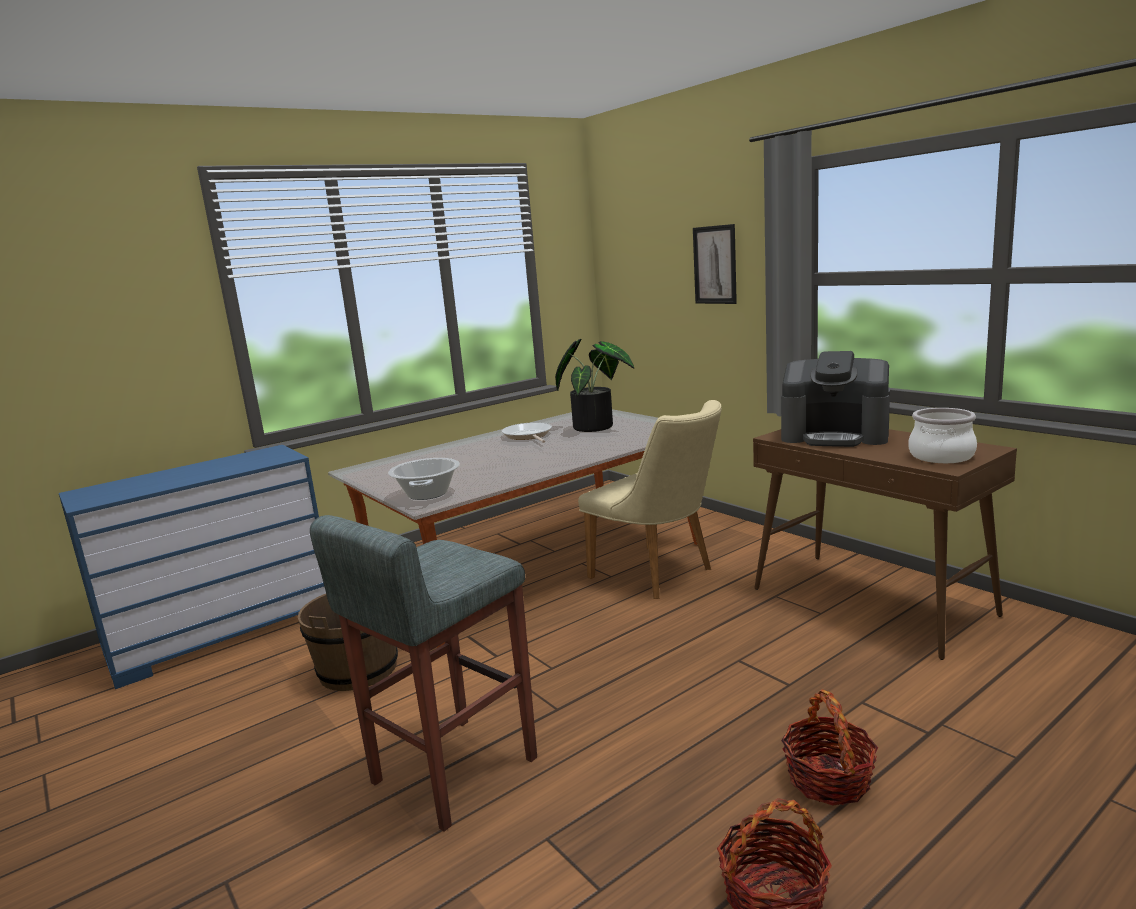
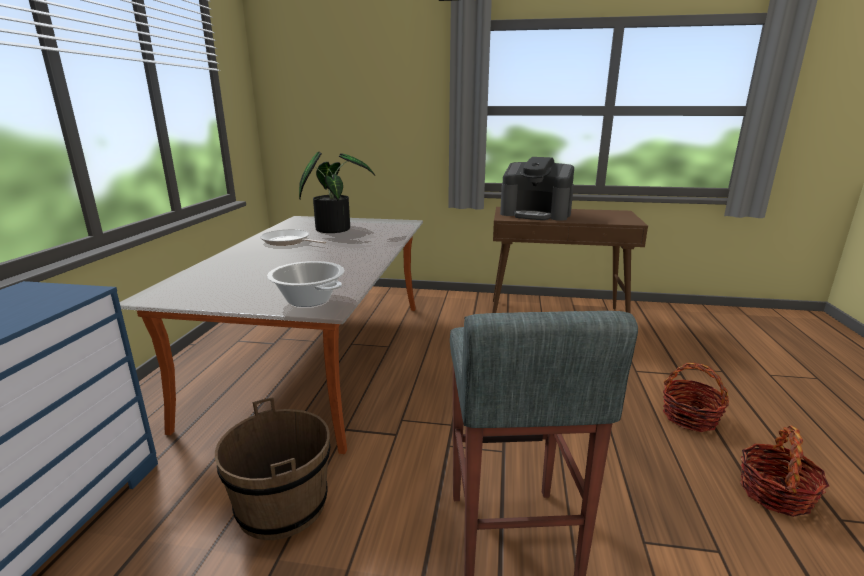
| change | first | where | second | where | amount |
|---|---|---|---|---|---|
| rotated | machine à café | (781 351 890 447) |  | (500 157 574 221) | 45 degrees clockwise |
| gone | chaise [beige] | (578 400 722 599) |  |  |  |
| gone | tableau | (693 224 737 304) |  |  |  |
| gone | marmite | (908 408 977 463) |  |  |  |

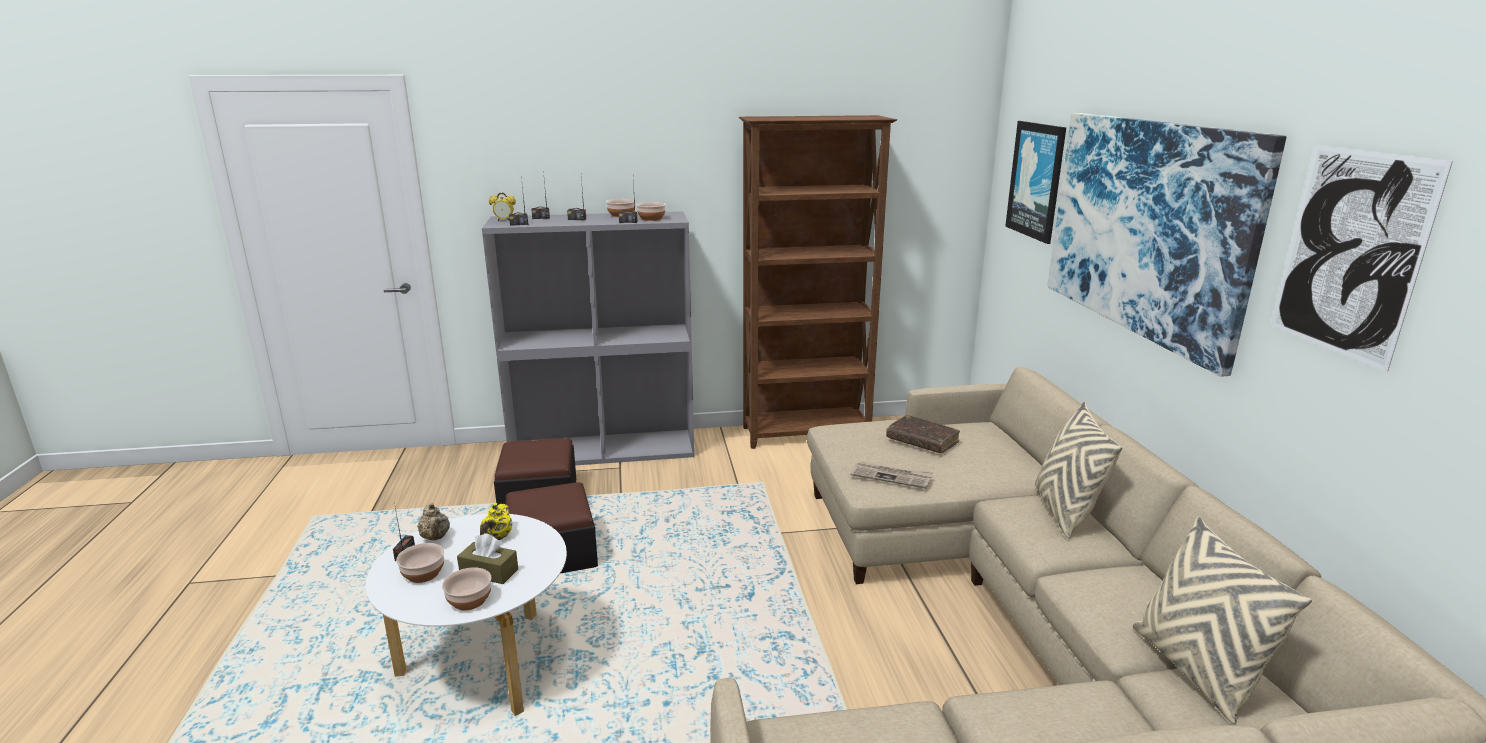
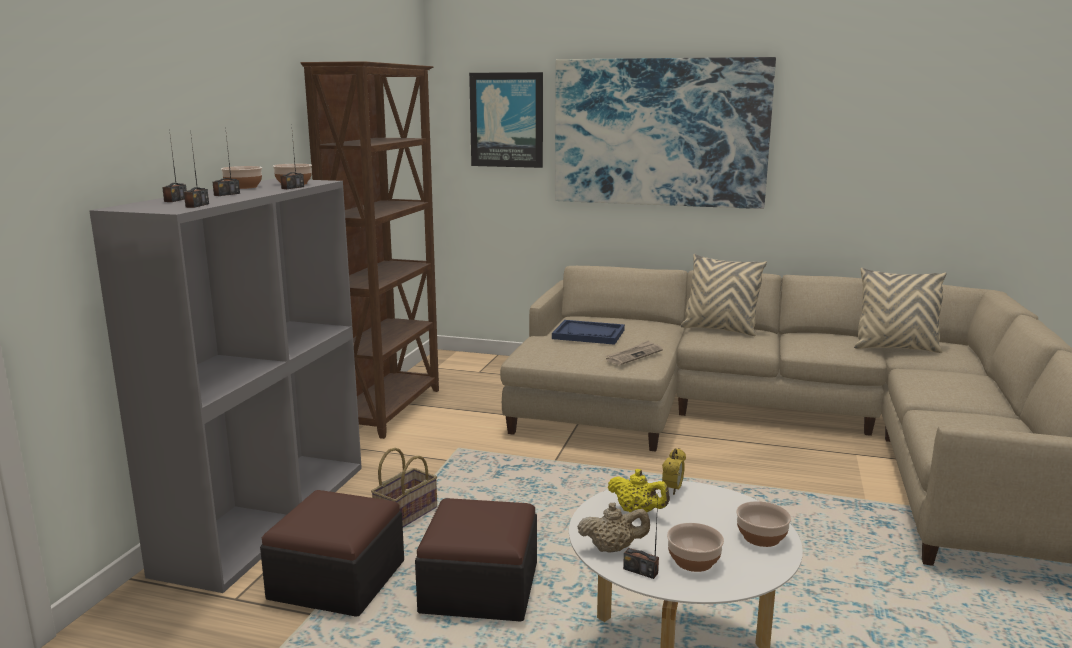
| change | first | where | second | where | amount |
|---|---|---|---|---|---|
| new |  |  | panier | (371 448 437 527) |  |
| swapped | livre [marron] | (886 415 960 453) | plateau [bleu] | (552 320 625 345) |  |
| shifted | réveil | (489 193 516 221) |  | (662 448 686 495) |  |
| gone | boîte à mouchoirs [marron] | (457 533 518 584) |  |  |  |
| gone | tableau | (1271 145 1453 372) |  |  |  |

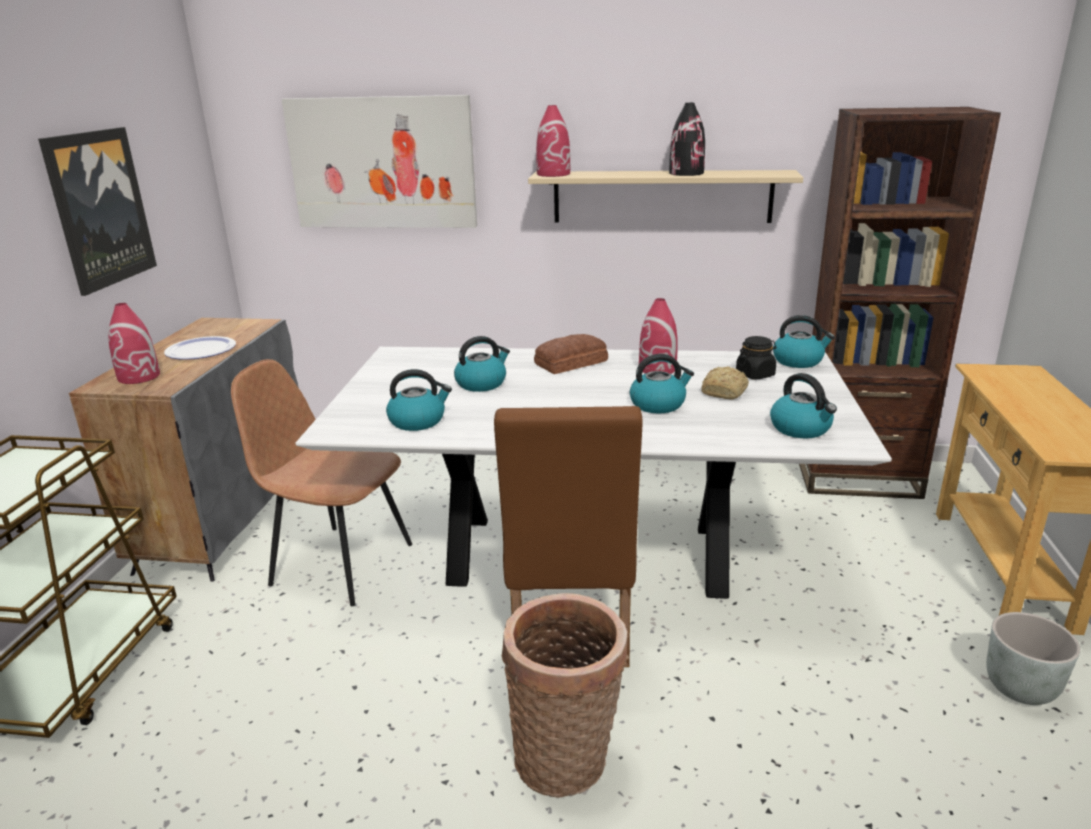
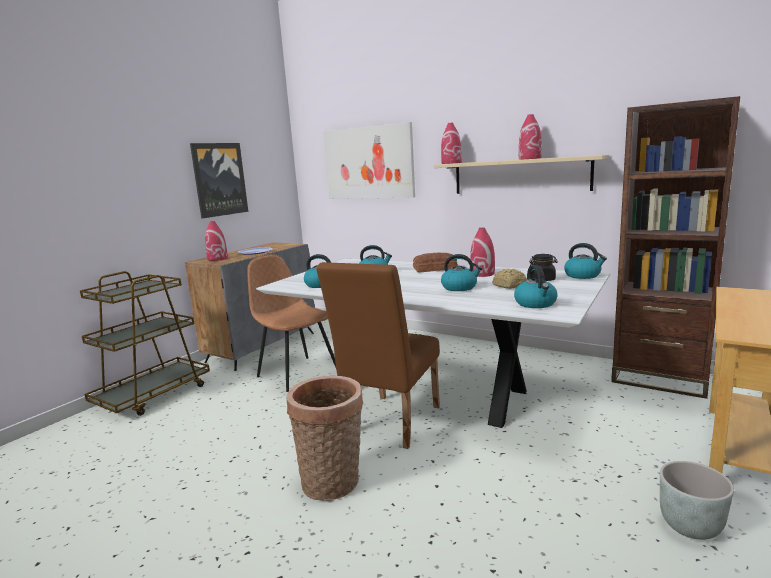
| change | first | where | second | where | amount |
|---|---|---|---|---|---|
| repainted | vase [noir] | (669 103 705 176) | vase [rouge] | (519 114 542 160) |  |

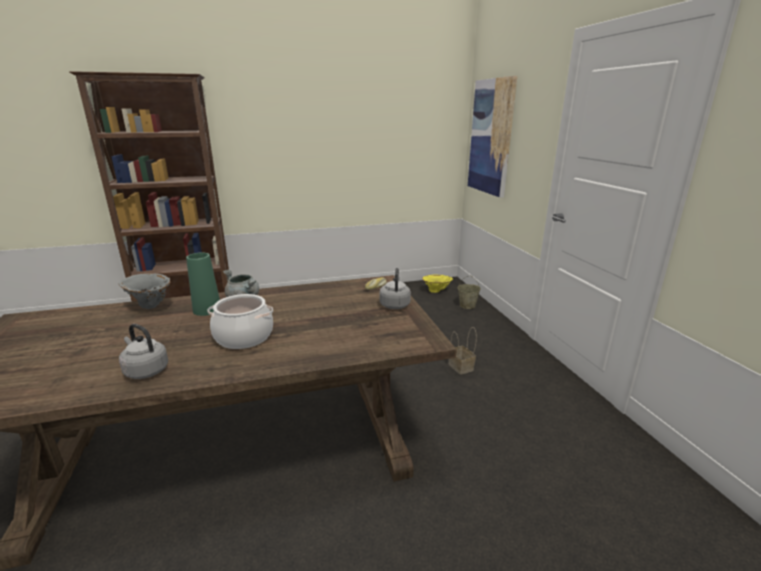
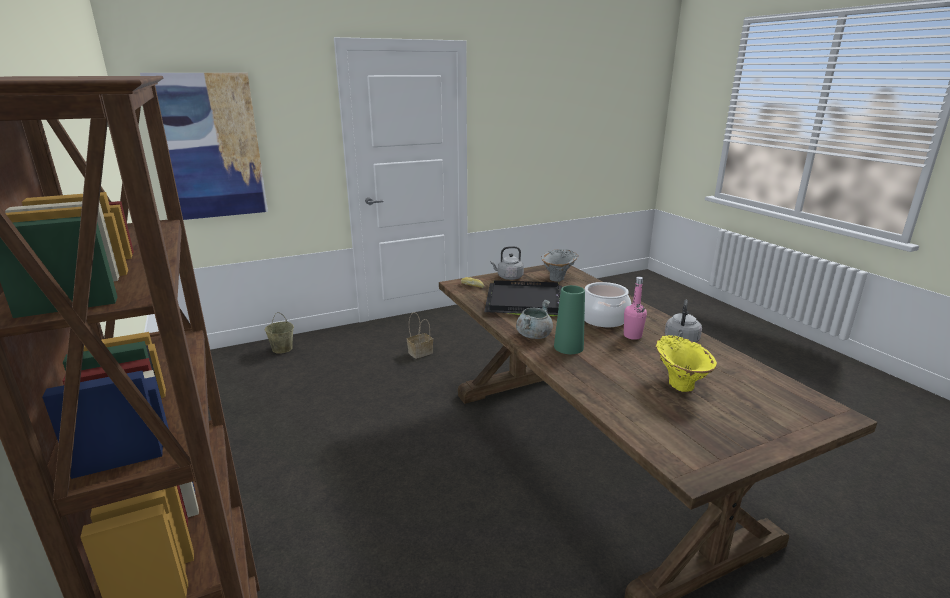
| change | first | where | second | where | amount |
|---|---|---|---|---|---|
| new |  |  | plateau [noir] | (484 280 562 316) |  |
| shifted | vase [gris] | (118 273 171 309) |  | (541 249 579 282) |  |
| new |  |  | bouteille [rose] | (624 277 647 340) |  |
| shifted | vase [jaune] | (422 275 453 293) |  | (656 335 717 392) |  |

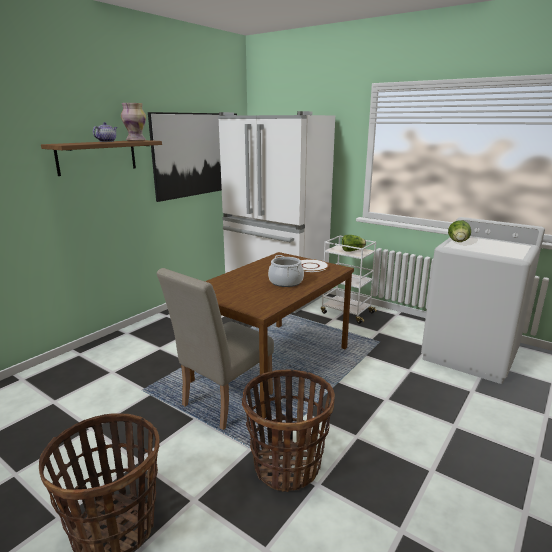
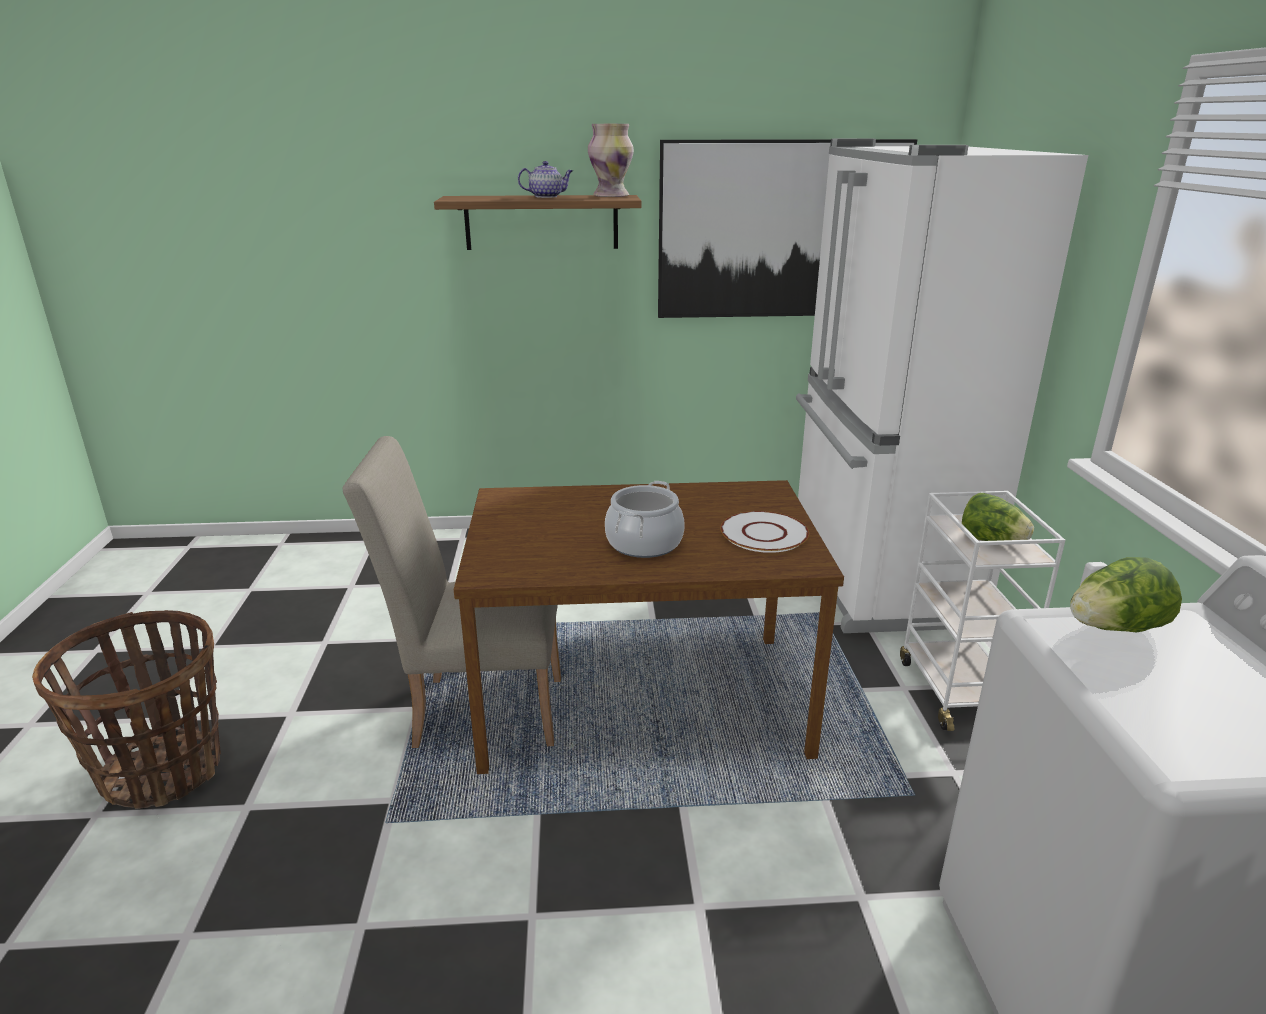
| change | first | where | second | where | amount |
|---|---|---|---|---|---|
| gone | panier | (242 369 335 492) |  |  |  |

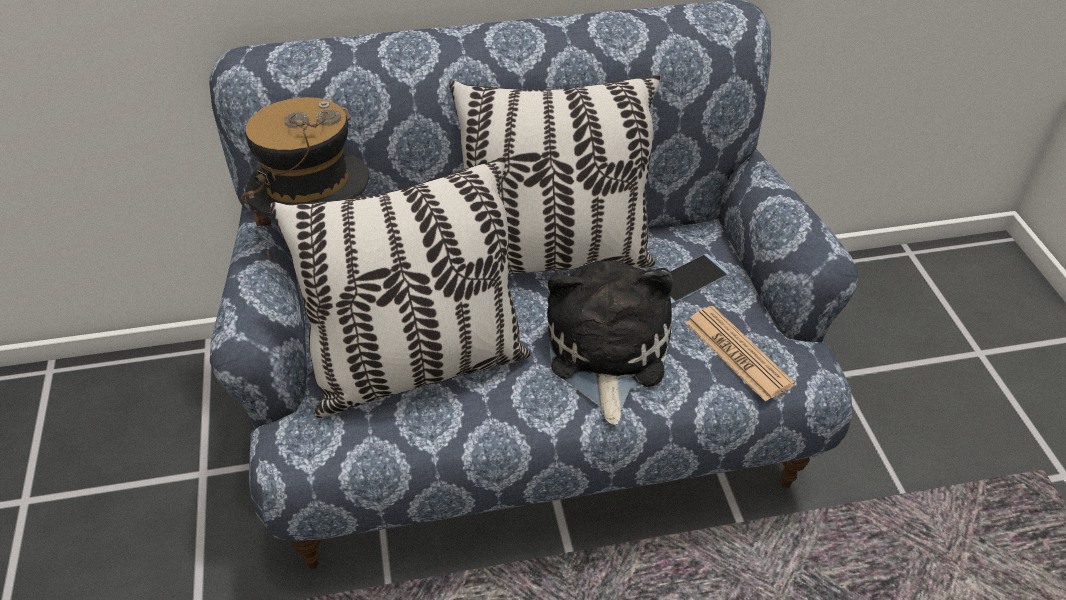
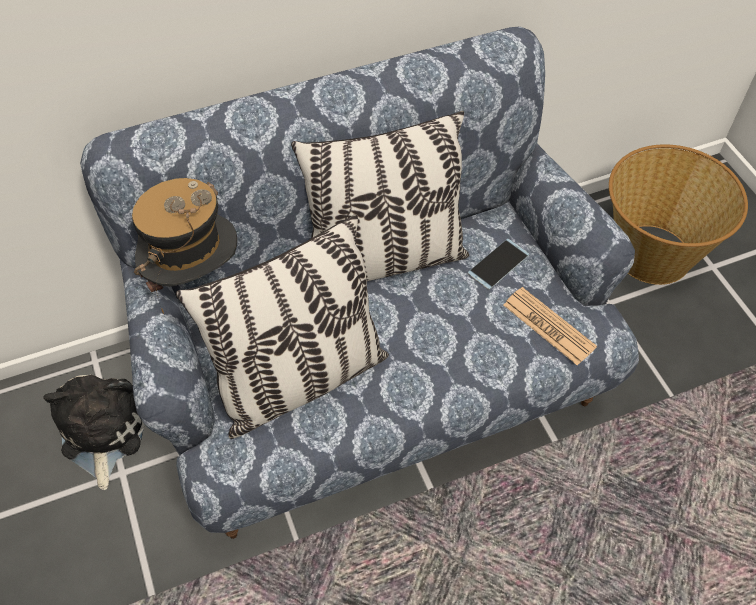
| change | first | where | second | where | amount |
|---|---|---|---|---|---|
| shifted | peluche | (547 260 673 425) |  | (43 375 145 490) |  |
| new |  |  | panier | (609 144 748 285) |  |

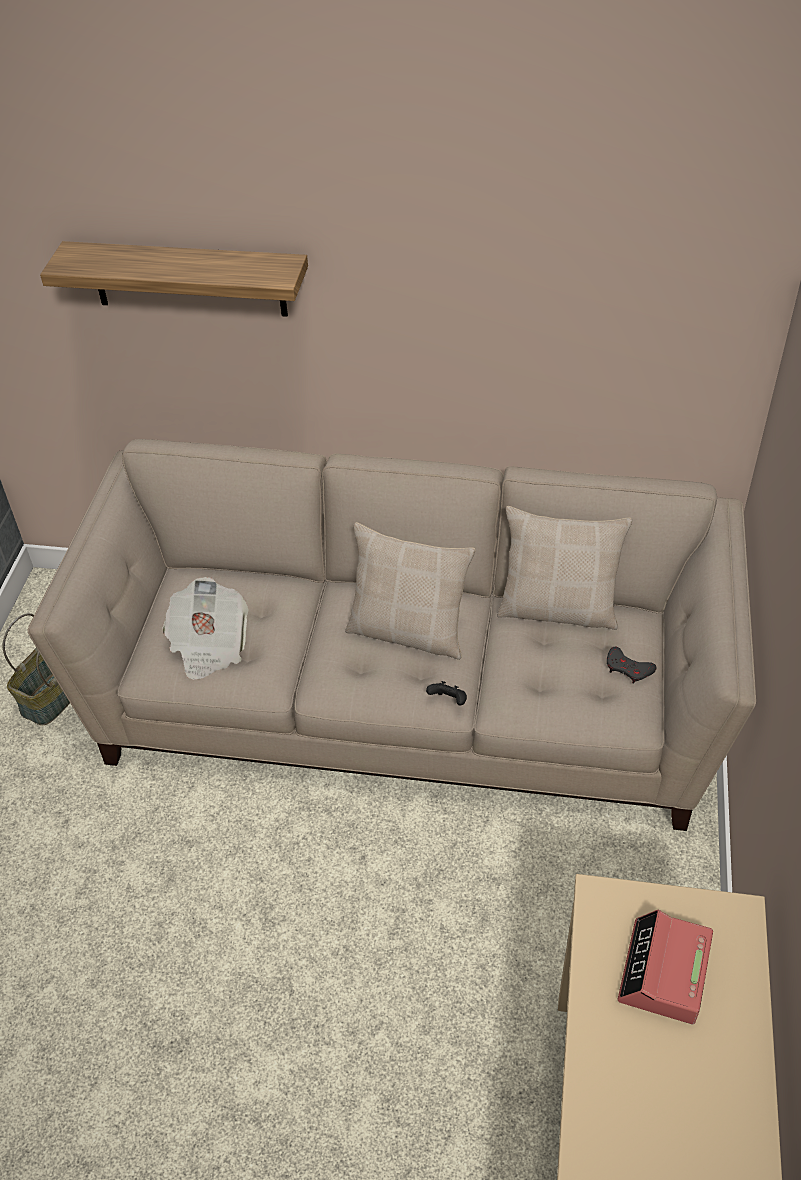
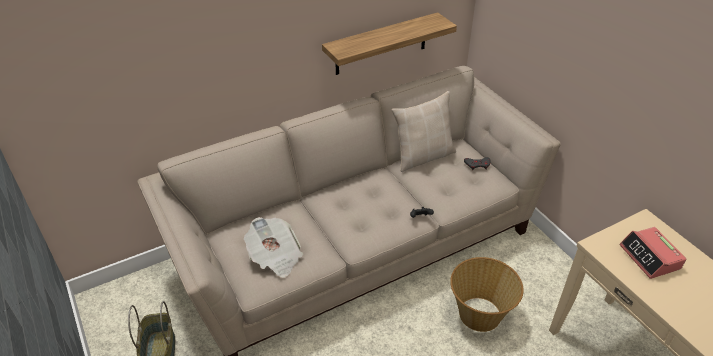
| change | first | where | second | where | amount |
|---|---|---|---|---|---|
| shifted | étagère | (40 241 308 317) |  | (322 12 457 75) |  |
| new |  |  | panier | (450 257 524 332) |  |
| gone | coussin [beige] | (345 522 476 660) |  |  |  |

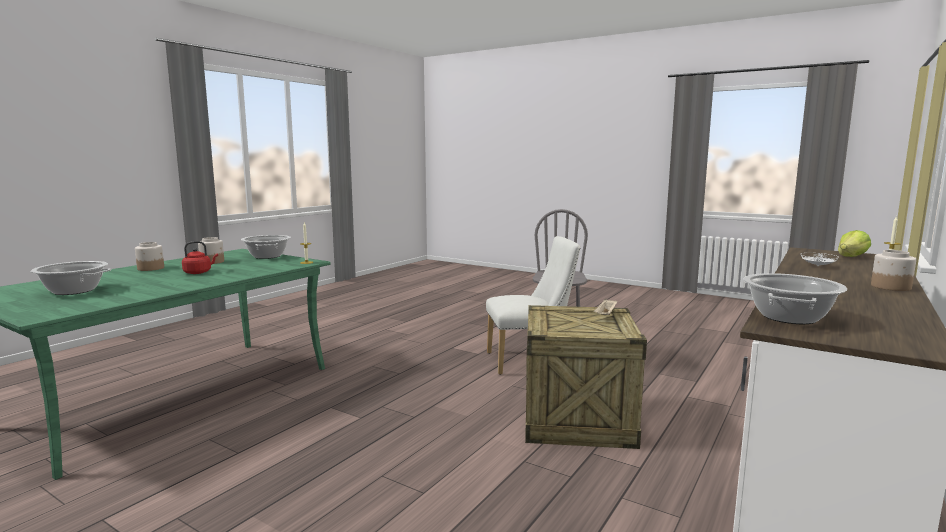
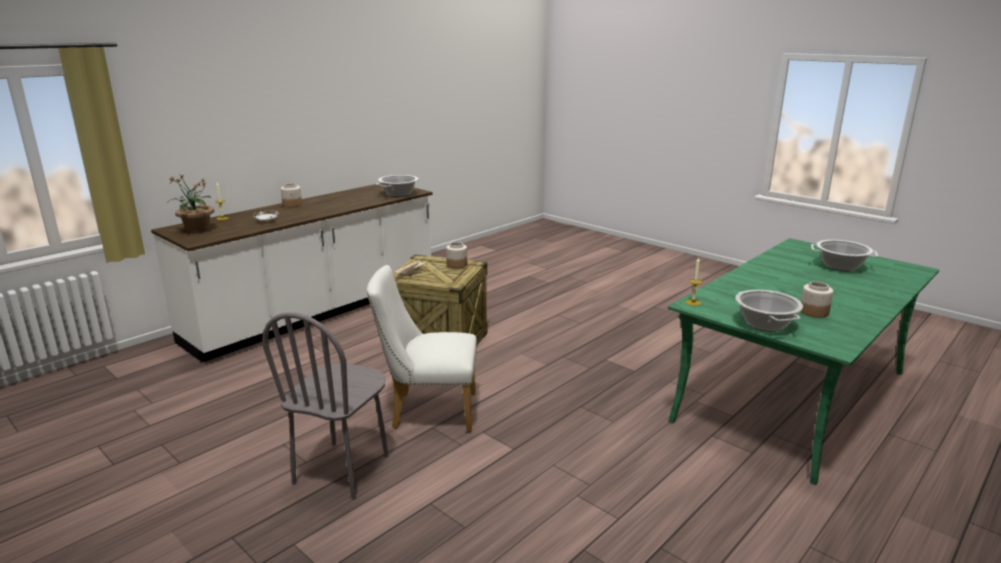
| change | first | where | second | where | amount |
|---|---|---|---|---|---|
| swapped | laitue | (838 230 871 257) | plante en pot | (168 176 214 233) |  |
| shifted | bocal | (135 242 164 271) |  | (446 242 467 269) |  |
| gone | bouilloire [rouge] | (182 241 218 274) |  |  |  |

